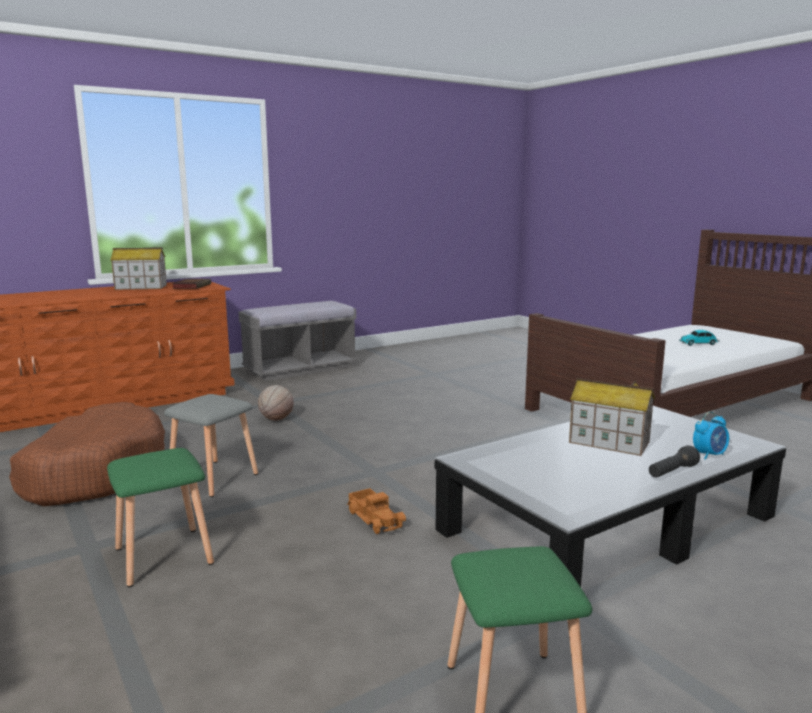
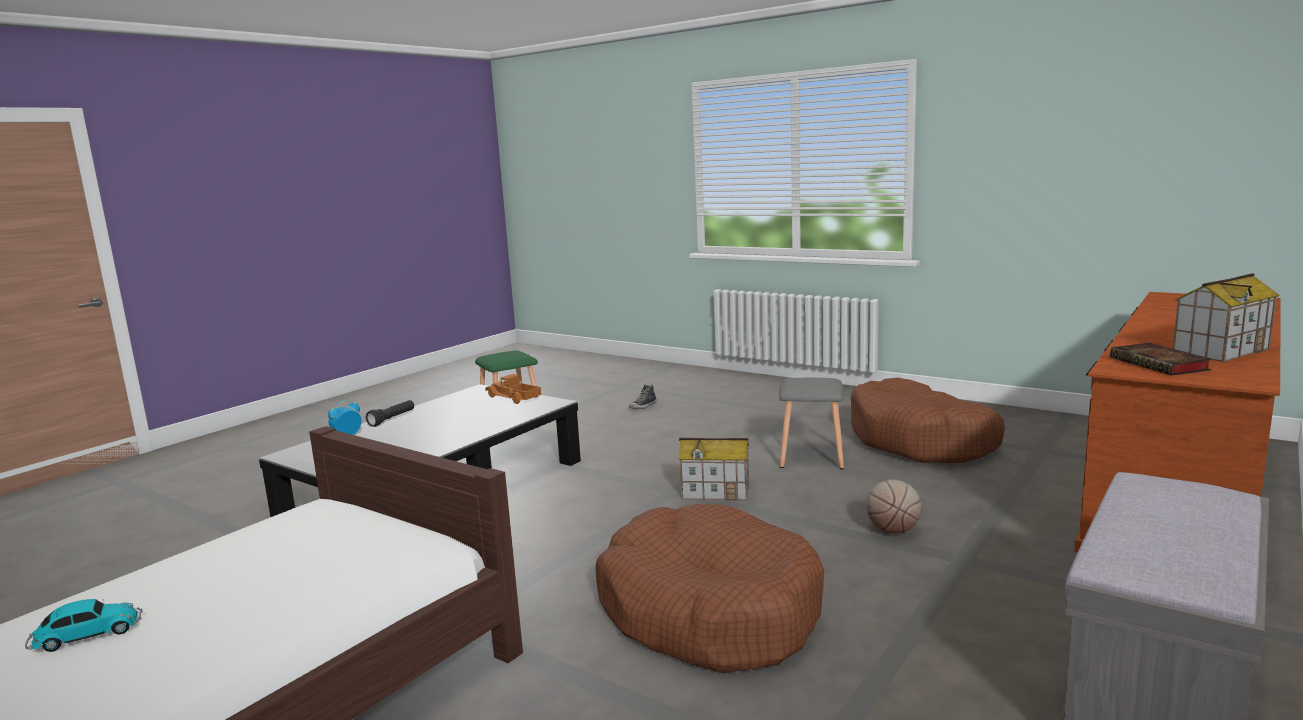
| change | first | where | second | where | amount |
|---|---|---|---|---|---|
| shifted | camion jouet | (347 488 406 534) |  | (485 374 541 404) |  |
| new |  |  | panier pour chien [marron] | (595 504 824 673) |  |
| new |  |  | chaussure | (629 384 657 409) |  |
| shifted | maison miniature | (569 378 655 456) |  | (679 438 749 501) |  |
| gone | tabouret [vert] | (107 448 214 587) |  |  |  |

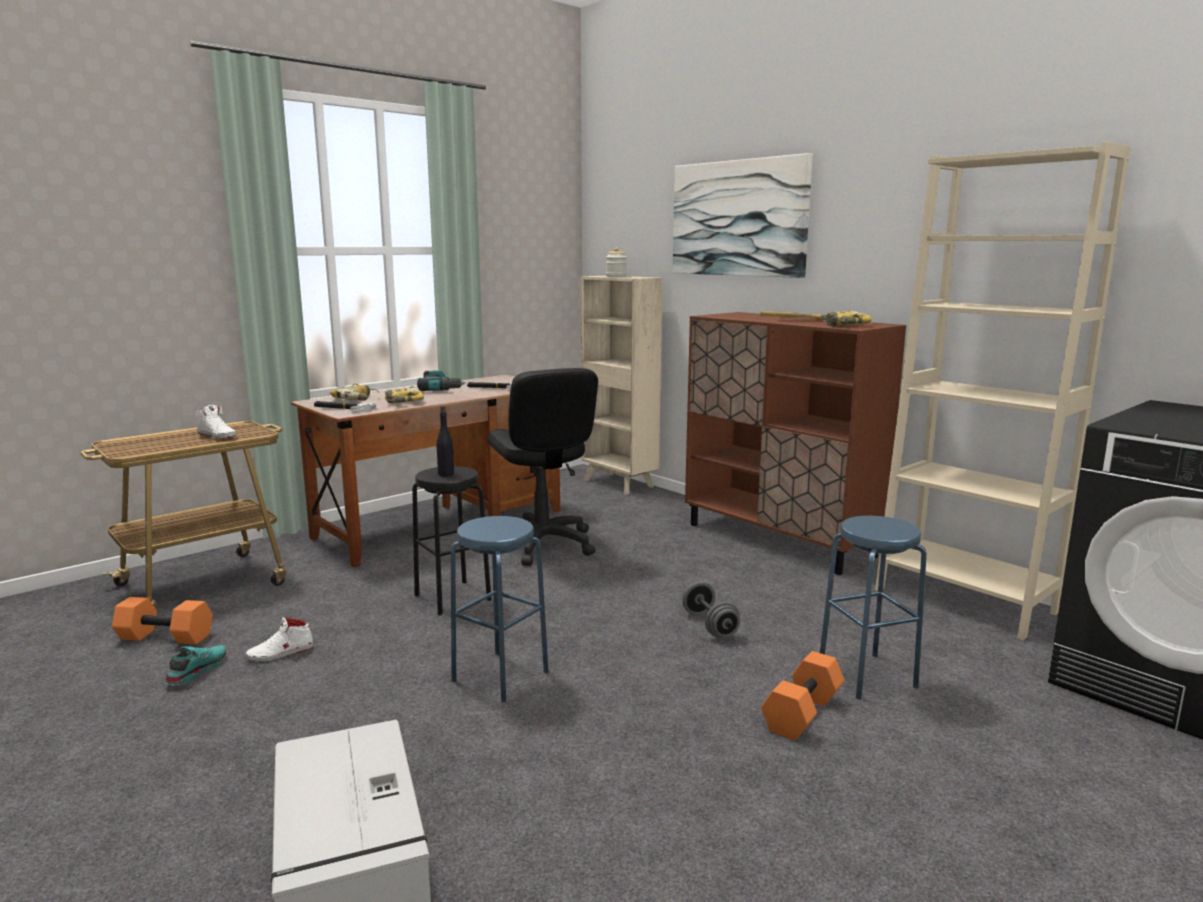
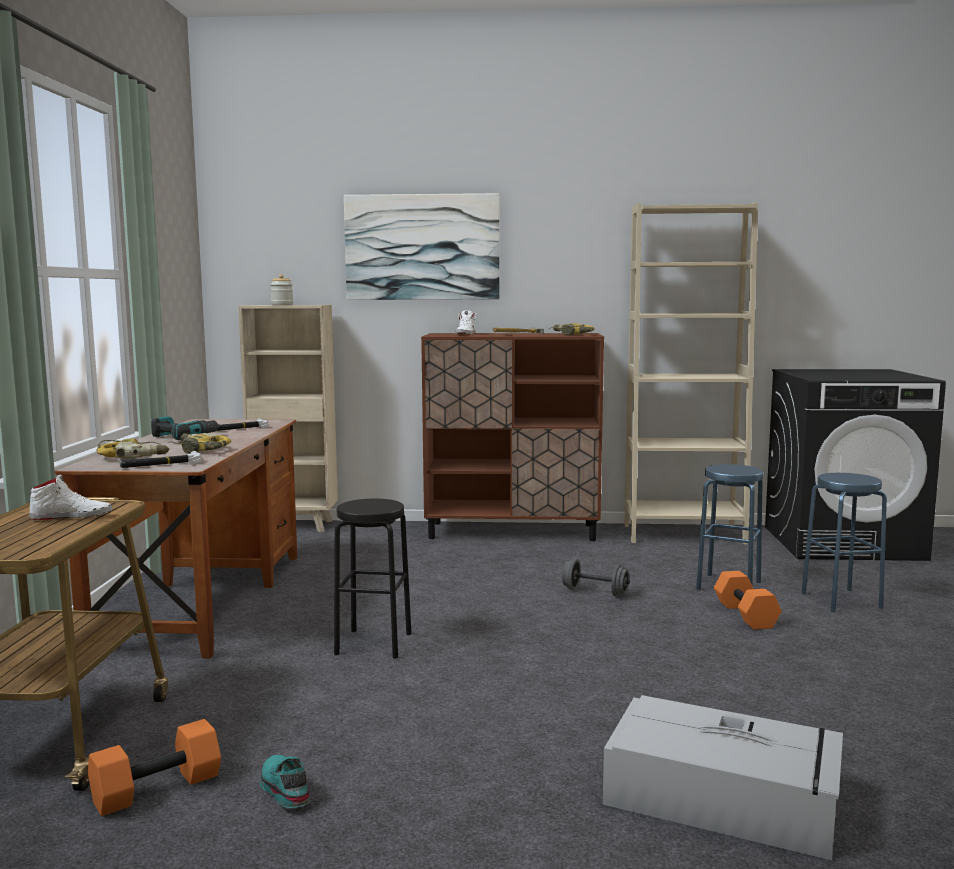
| change | first | where | second | where | amount |
|---|---|---|---|---|---|
| shifted | chaussure [blanc] | (245 617 313 662) |  | (456 310 476 334) |  |
| shifted | tabouret [bleu] | (451 516 549 702) |  | (801 473 887 613) |  |
| gone | bouteille [noir] | (436 406 454 477) |  |  |  |
| gone | chaise de bureau [noir] | (488 368 598 566) |  |  |  |

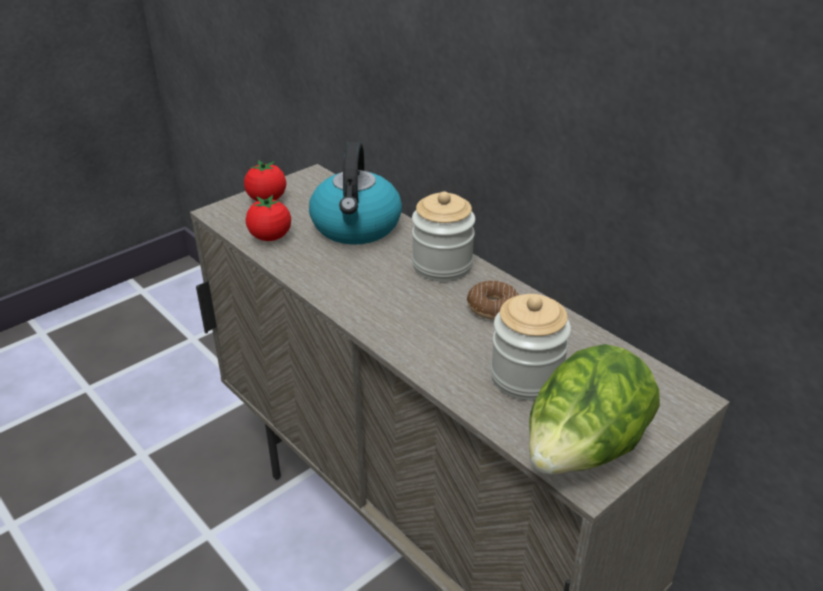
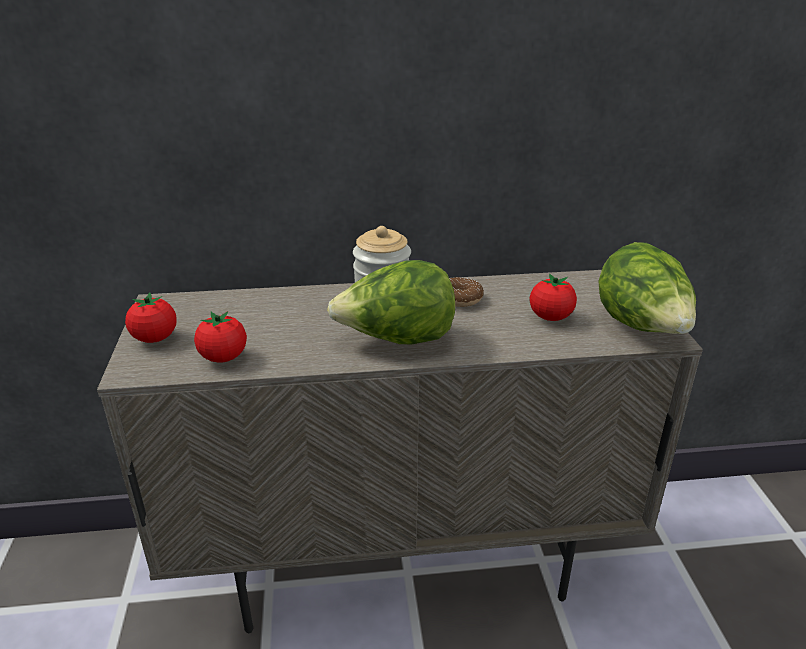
| change | first | where | second | where | amount |
|---|---|---|---|---|---|
| new |  |  | laitue | (327 260 455 344) |  |
| swapped | bocal | (490 294 571 400) | tomate | (530 274 577 321) |  |
| gone | bouilloire | (309 141 402 245) |  |  |  |

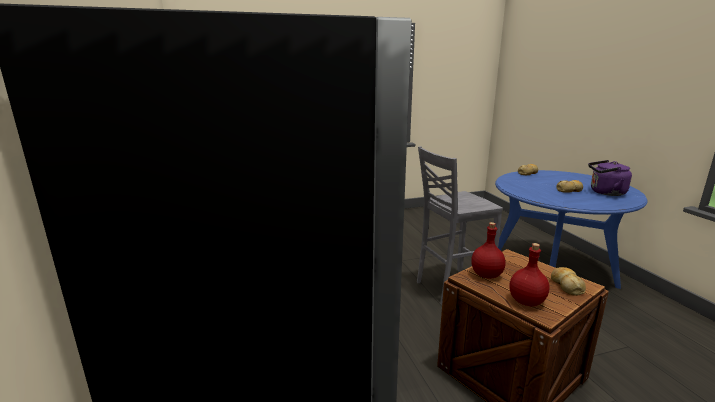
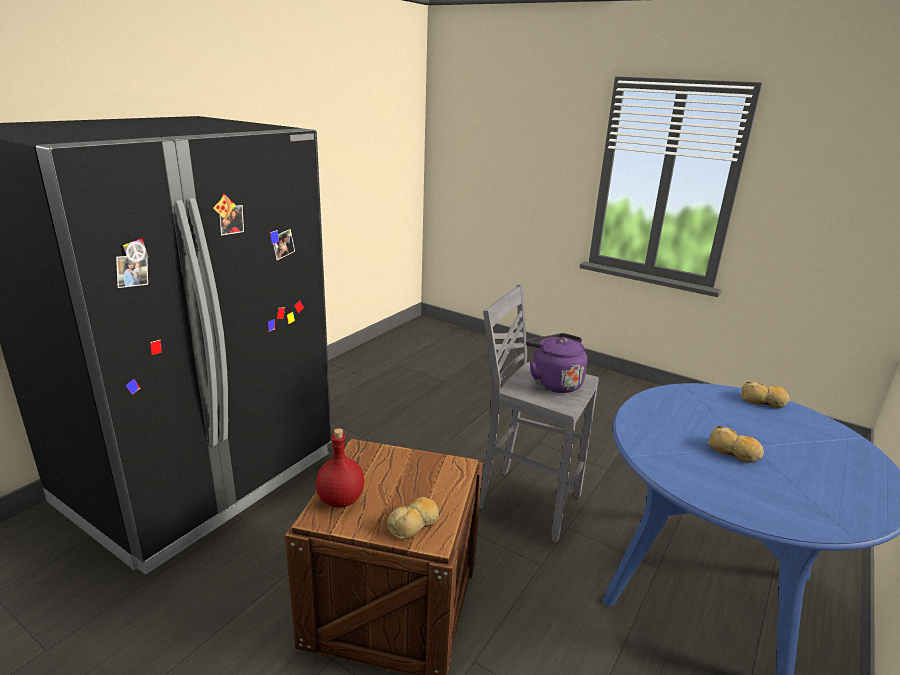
| change | first | where | second | where | amount |
|---|---|---|---|---|---|
| shifted | bouilloire [violet] | (588 160 632 196) |  | (526 333 587 393) |  |
| gone | bouteille [rouge] | (471 222 506 278) |  |  |  |

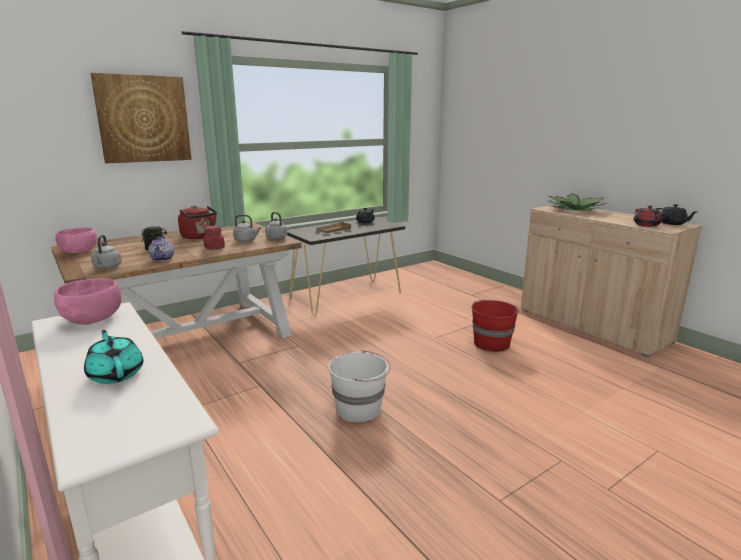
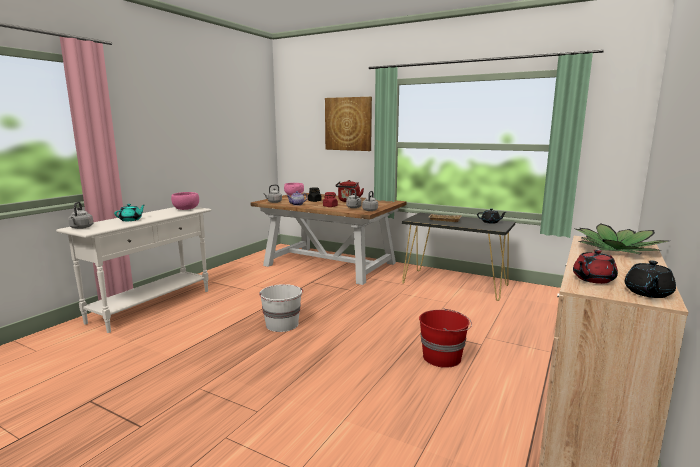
| change | first | where | second | where | amount |
|---|---|---|---|---|---|
| new |  |  | bouilloire [gris] | (68 202 93 229) |  |

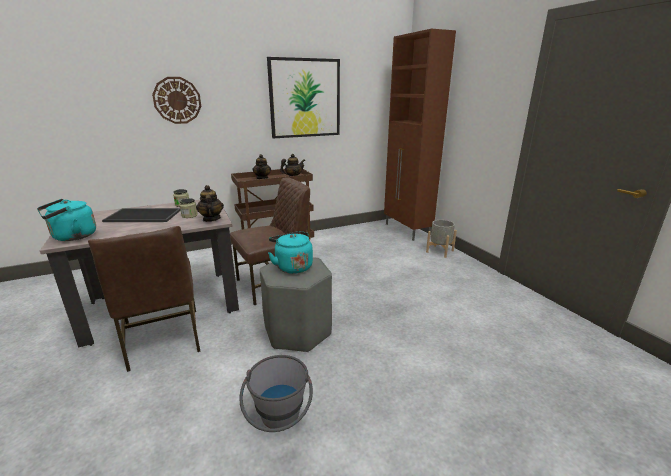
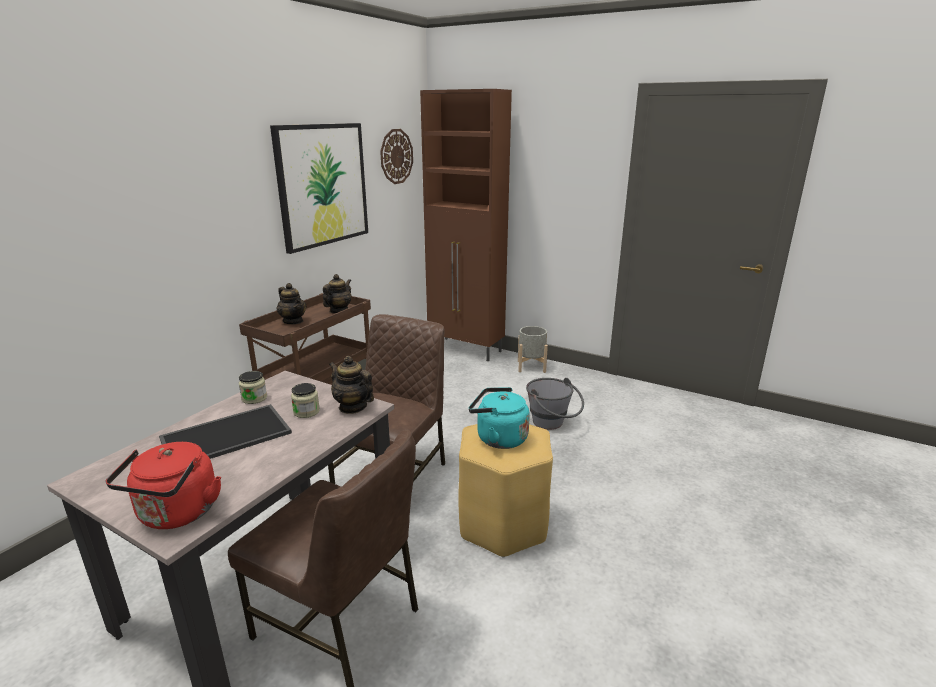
| change | first | where | second | where | amount |
|---|---|---|---|---|---|
| repainted | bouilloire [turquoise] | (37 199 96 241) | bouilloire [rouge] | (106 442 221 529) |  |
| shifted | horloge murale | (152 77 201 124) |  | (380 129 413 184) |  |
| repainted | tabouret [gris] | (260 258 332 352) | tabouret [jaune] | (458 424 553 558) |  |
| shifted | seau [gris] | (239 355 313 432) |  | (526 378 584 430) |  |

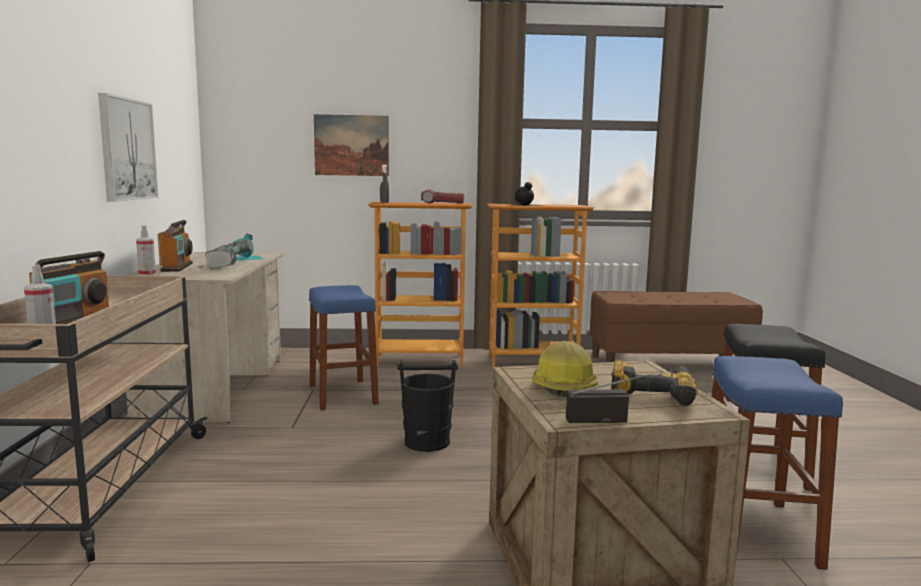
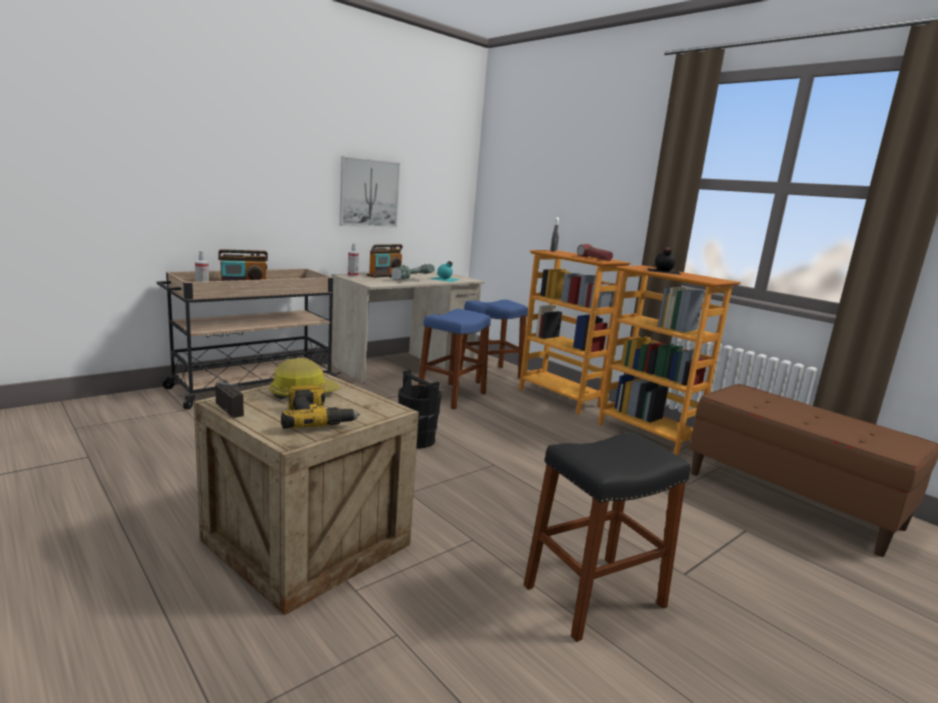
| change | first | where | second | where | amount |
|---|---|---|---|---|---|
| shifted | tabouret [bleu] | (711 356 843 570) |  | (460 300 528 384) |  |
| gone | tableau | (314 114 389 176) |  |  |  |

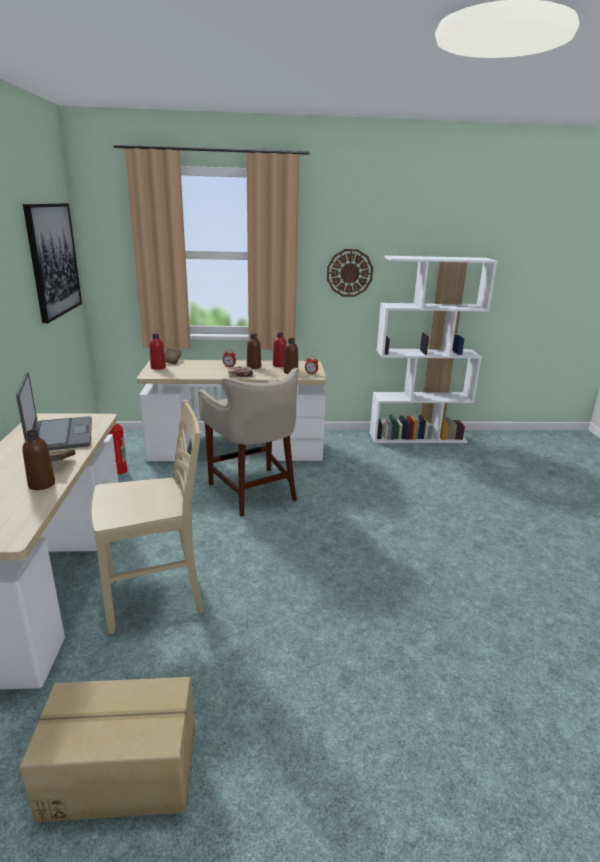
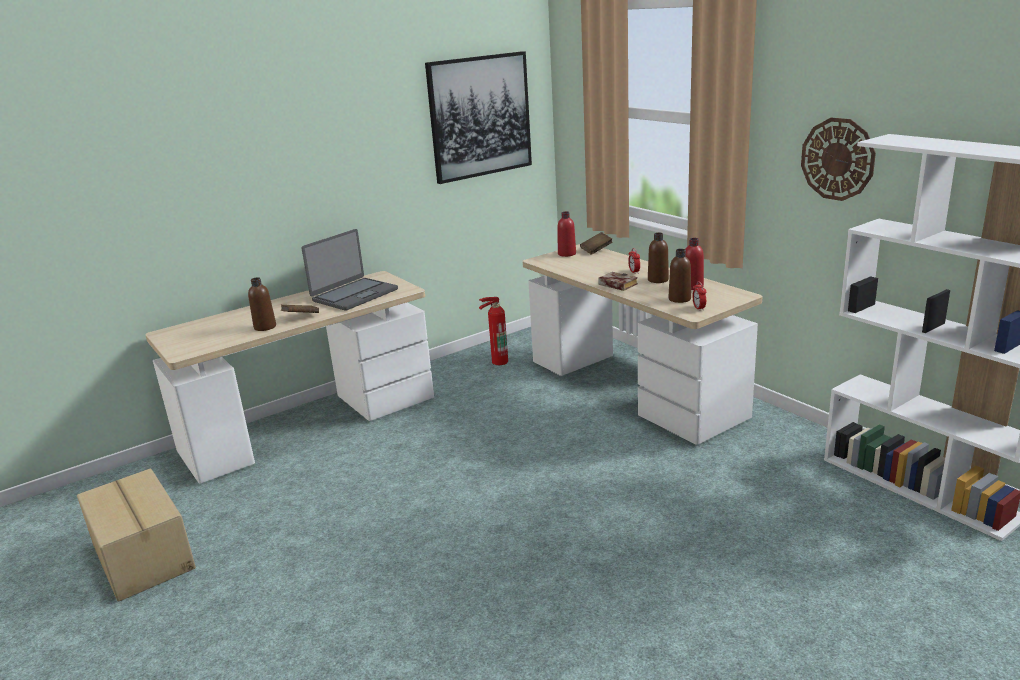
| change | first | where | second | where | amount |
|---|---|---|---|---|---|
| gone | chaise [beige] | (92 400 204 634) |  |  |  |
| gone | tabouret [beige] | (198 368 299 517) |  |  |  |

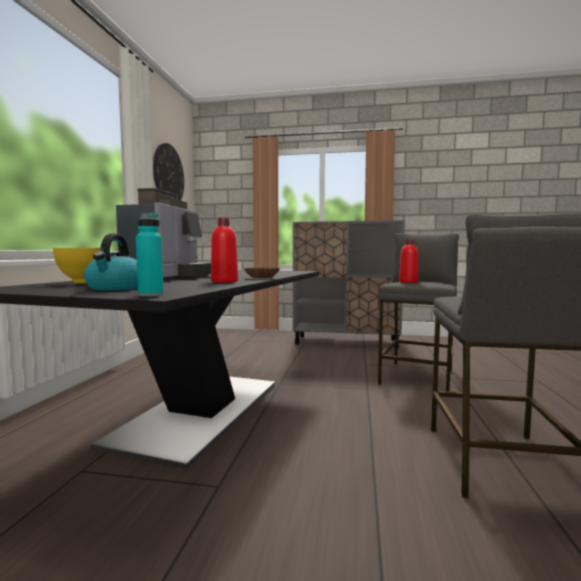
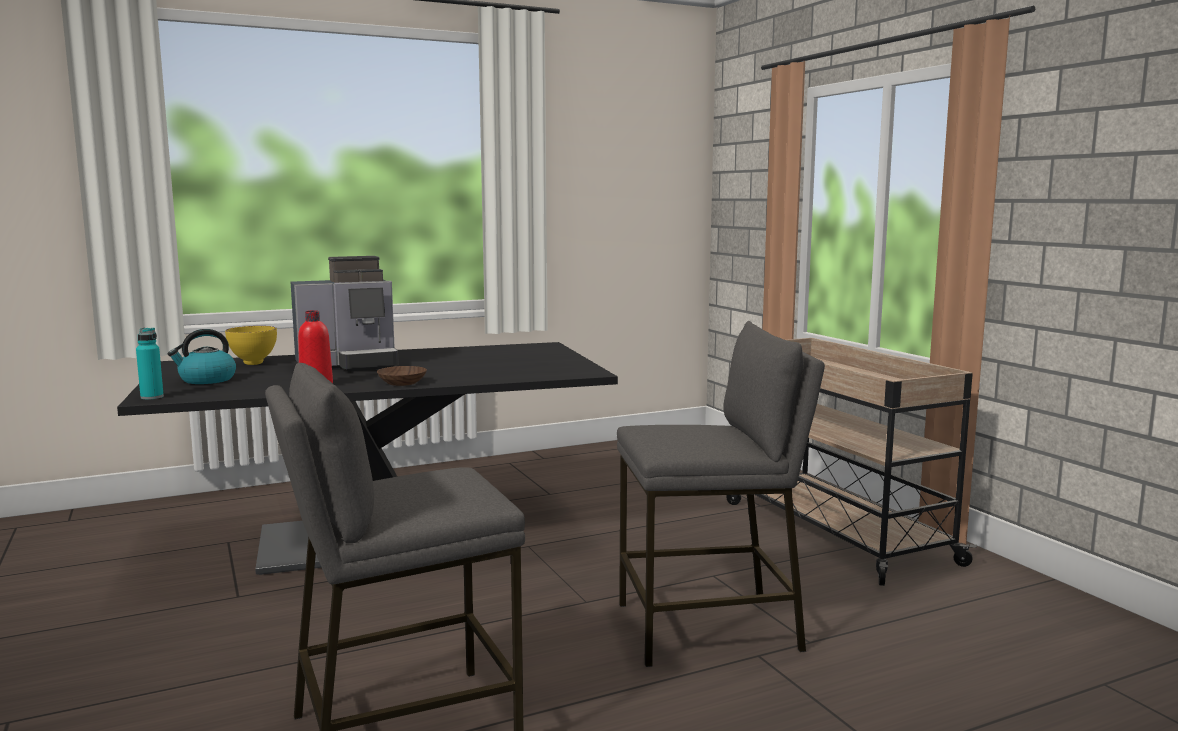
| change | first | where | second | where | amount |
|---|---|---|---|---|---|
| swapped | meuble de rangement [gris] | (293 220 405 348) | chariot [beige] | (726 338 977 586) |  |
| gone | horloge murale | (153 143 184 201) |  |  |  |
| gone | bouteille [rouge] | (399 239 418 283) |  |  |  |

